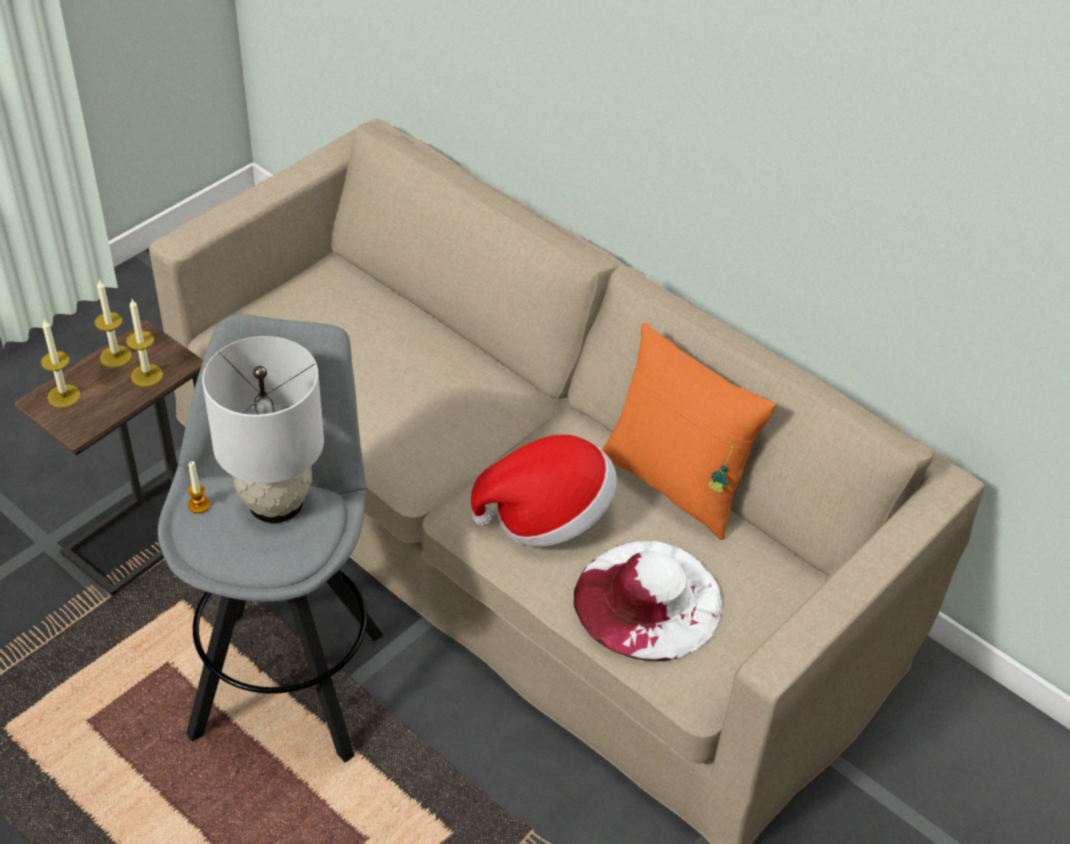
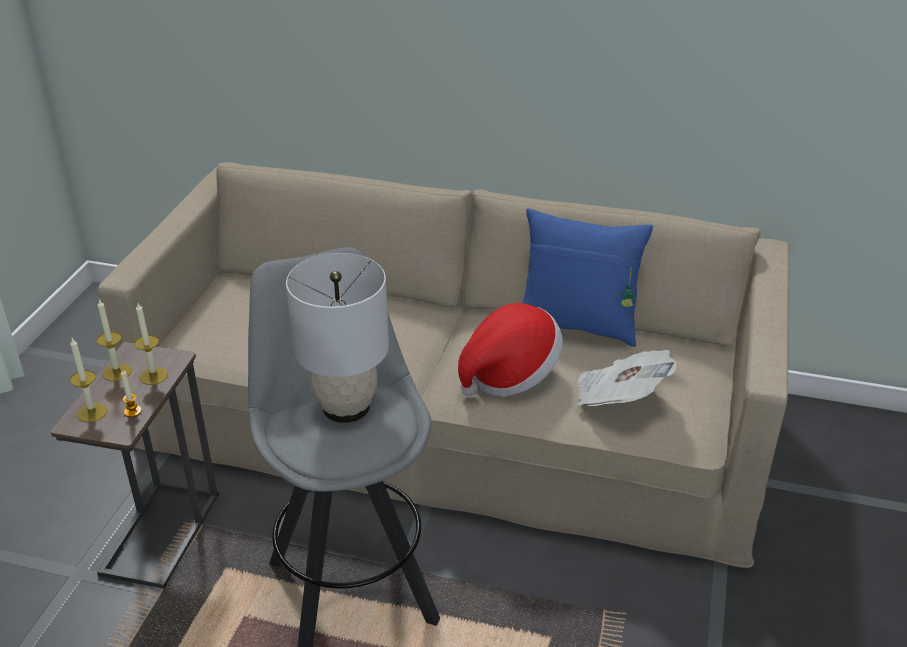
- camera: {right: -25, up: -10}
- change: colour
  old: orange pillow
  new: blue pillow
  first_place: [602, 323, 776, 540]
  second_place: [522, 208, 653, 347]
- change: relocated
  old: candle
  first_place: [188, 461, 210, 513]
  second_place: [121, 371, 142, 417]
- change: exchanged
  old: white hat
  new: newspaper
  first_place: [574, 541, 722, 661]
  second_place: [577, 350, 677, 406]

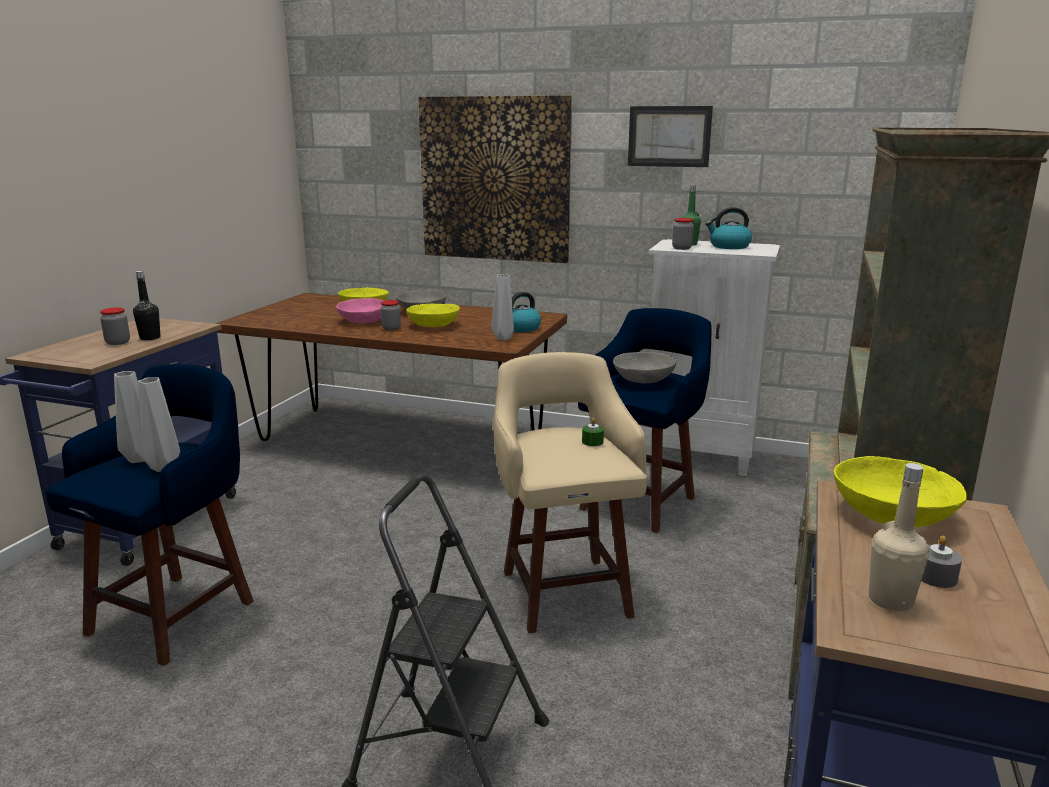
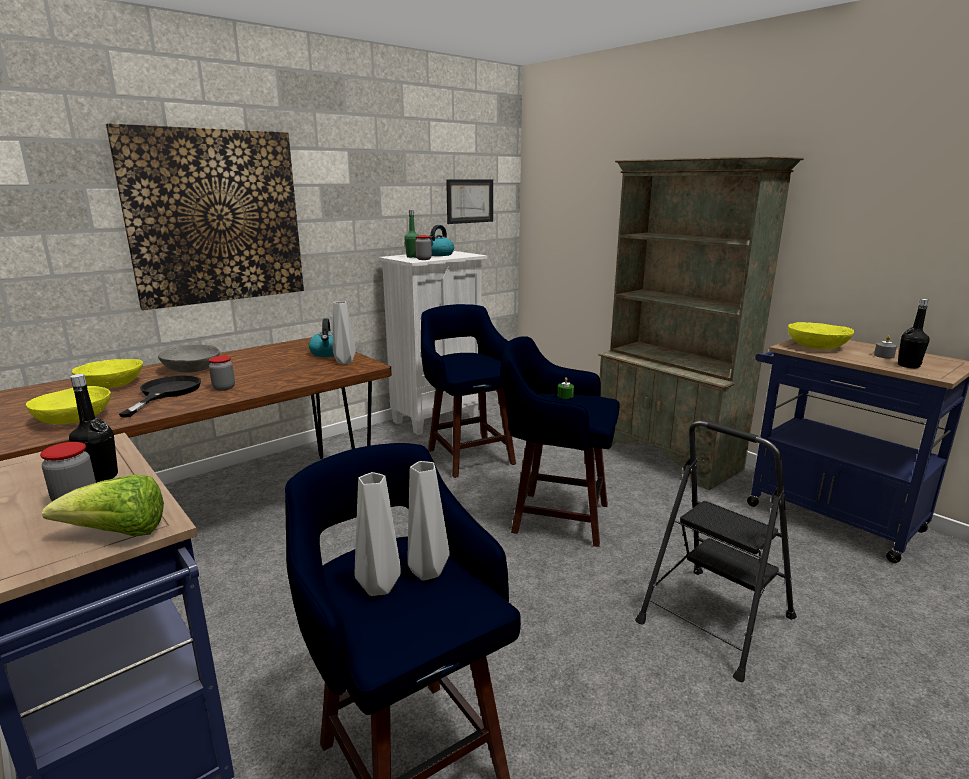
- camera: {right: -60, up: 0}
- change: relocated
  old: picture
  first_place: [628, 106, 713, 167]
  second_place: [446, 179, 493, 224]
- change: exchanged
  old: pink bowl
  new: black frying pan
  first_place: [336, 298, 384, 324]
  second_place: [119, 375, 201, 417]
- change: relocated
  old: yellow bowl
  first_place: [407, 304, 460, 327]
  second_place: [26, 386, 111, 424]
- change: colour
  old: beige stool
  new: blue stool
  first_place: [493, 352, 647, 633]
  second_place: [501, 336, 620, 547]
- change: missing
  old: grey bowl
  first_place: [613, 352, 676, 383]
- change: colour
  old: beige bottle
  new: black bottle
  first_place: [869, 463, 929, 612]
  second_place: [898, 299, 929, 368]
- change: appeared
  new: lettuce
  second_place: [42, 474, 164, 536]

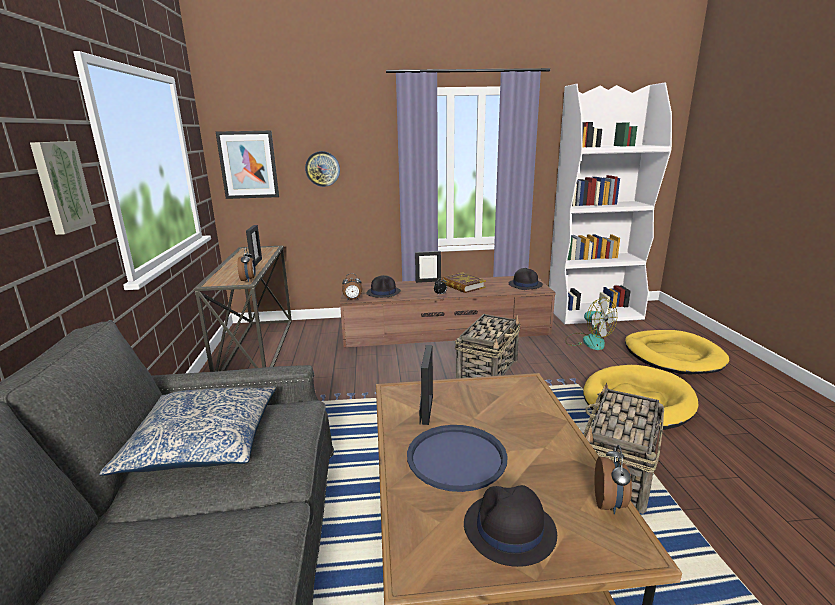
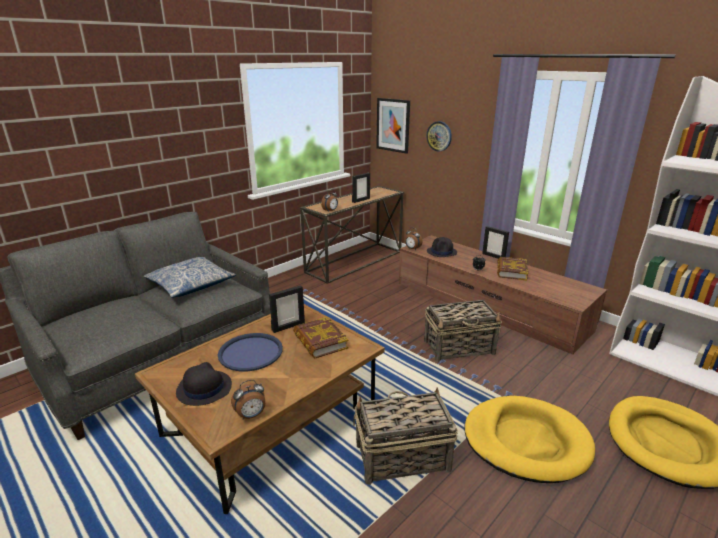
- camera: {right: 50, up: 5}
- change: missing
  old: picture
  first_place: [30, 141, 96, 235]
- change: missing
  old: black hat
  first_place: [509, 268, 543, 290]
- change: missing
  old: fan
  first_place: [565, 297, 617, 350]
- change: appeared
  new: book
  second_place: [293, 317, 349, 359]

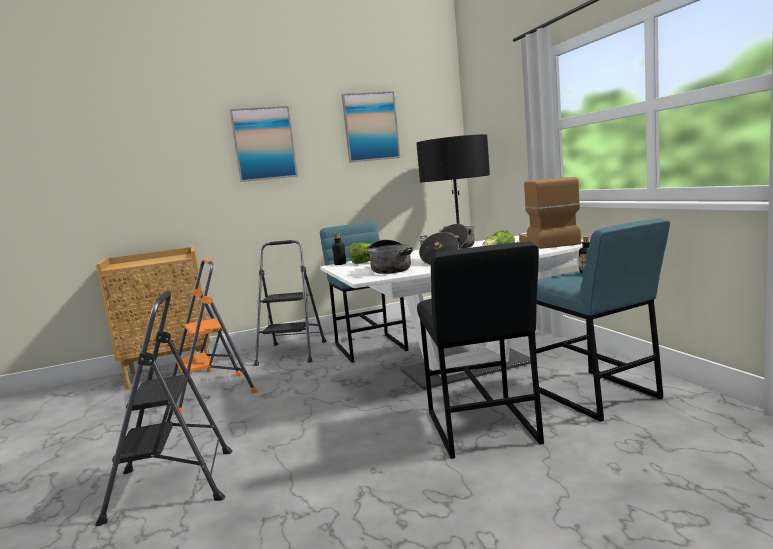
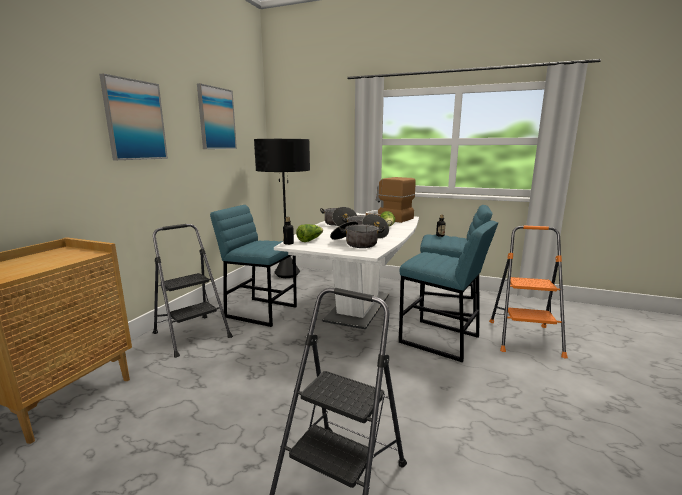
- camera: {right: -50, up: 5}
- change: colour
  old: black stool
  new: blue stool
  first_place: [417, 242, 544, 459]
  second_place: [399, 220, 498, 362]
- change: relocated
  old: orange step ladder
  first_place: [172, 258, 258, 413]
  second_place: [489, 225, 568, 359]

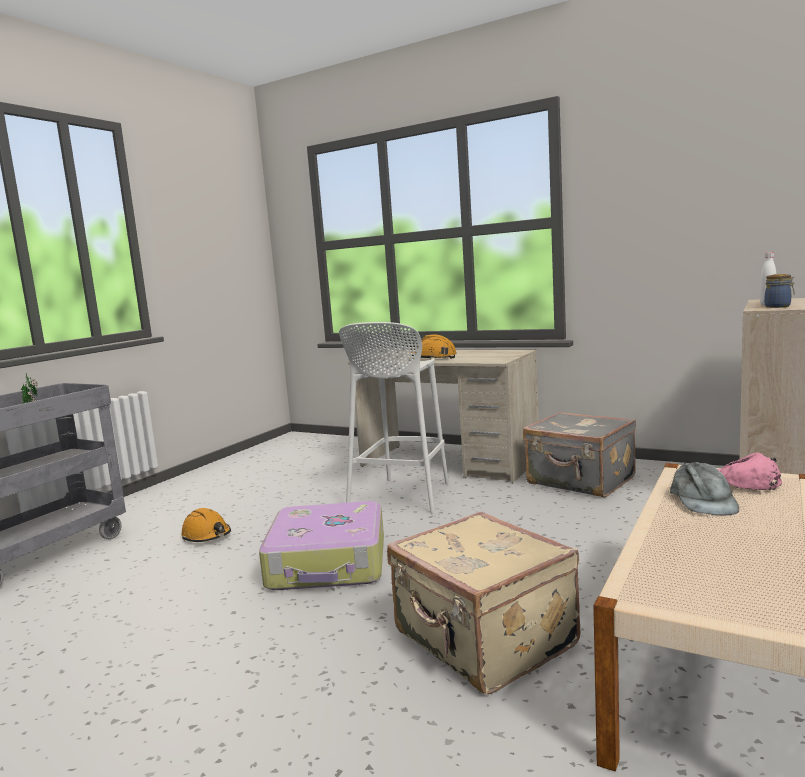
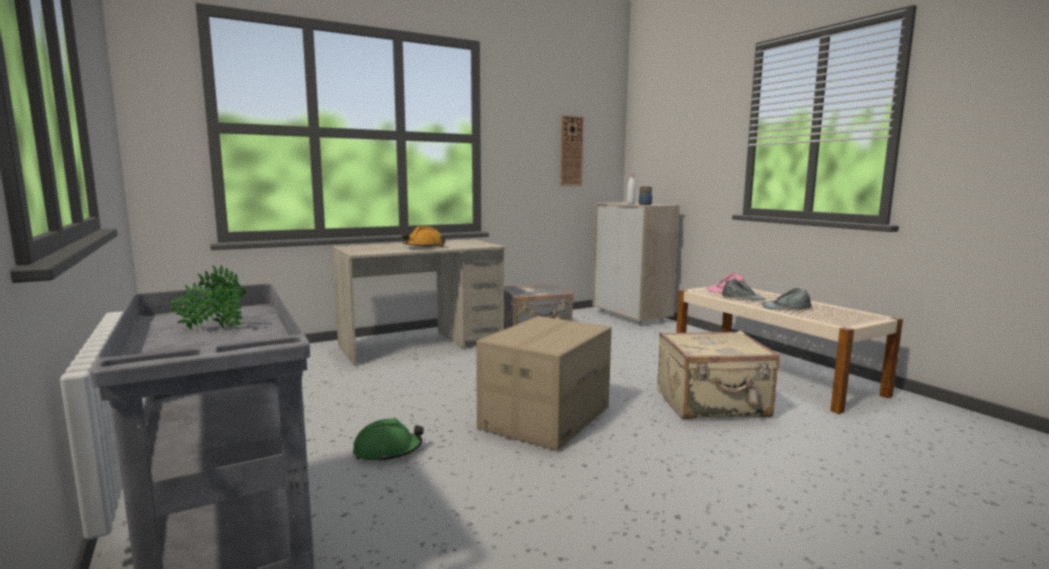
- camera: {right: -60, up: 0}
- change: missing
  old: white stool
  first_place: [339, 322, 449, 513]
- change: exchanged
  old: suitcase
  new: cardboard box
  first_place: [259, 501, 384, 590]
  second_place: [476, 316, 612, 451]
- change: colour
  old: orange hard hat
  new: green hard hat
  first_place: [181, 508, 231, 542]
  second_place: [353, 418, 424, 462]
- change: appeared
  new: wall clock
  second_place: [560, 115, 584, 186]
- change: appeared
  new: grey cap
  second_place: [762, 288, 811, 309]

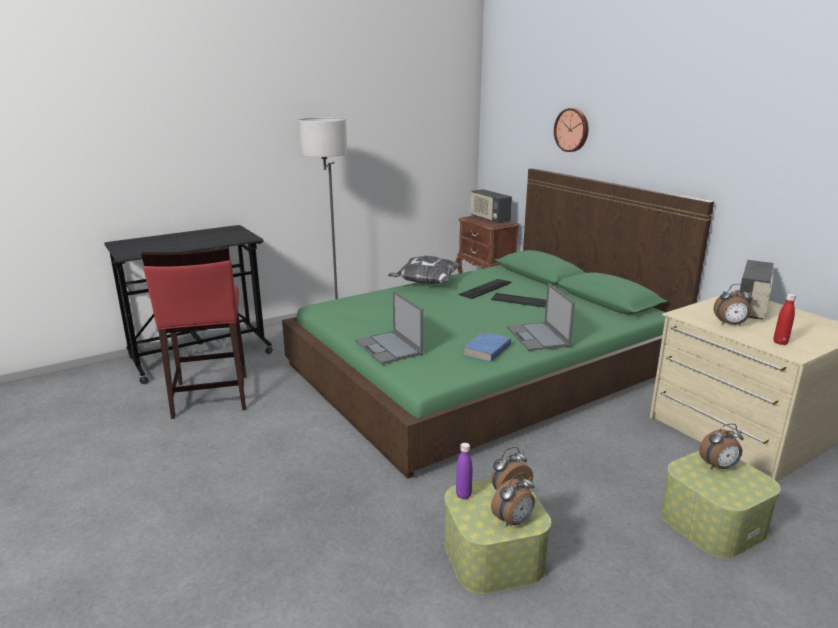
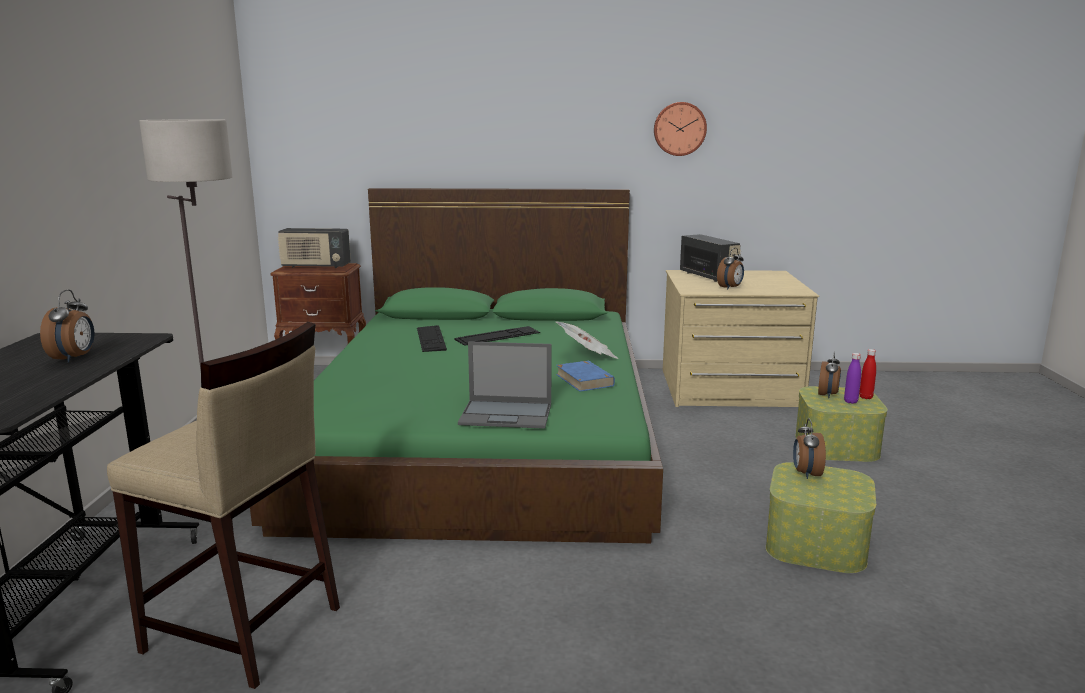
- camera: {right: -55, up: -5}
- change: relocated
  old: wall clock
  first_place: [554, 108, 588, 152]
  second_place: [654, 102, 707, 156]
- change: colour
  old: red stool
  new: beige stool
  first_place: [141, 247, 247, 419]
  second_place: [107, 322, 340, 689]
- change: missing
  old: pillow
  first_place: [388, 256, 462, 284]
- change: exchanged
  old: laptop
  new: newspaper
  first_place: [507, 283, 575, 351]
  second_place: [555, 321, 619, 359]
- change: relocated
  old: red bottle
  first_place: [774, 294, 796, 345]
  second_place: [859, 349, 876, 399]
- change: relocated
  old: purple bottle
  first_place: [456, 443, 473, 499]
  second_place: [844, 353, 861, 404]
- change: relocated
  old: alarm clock
  first_place: [491, 472, 535, 527]
  second_place: [40, 290, 95, 363]

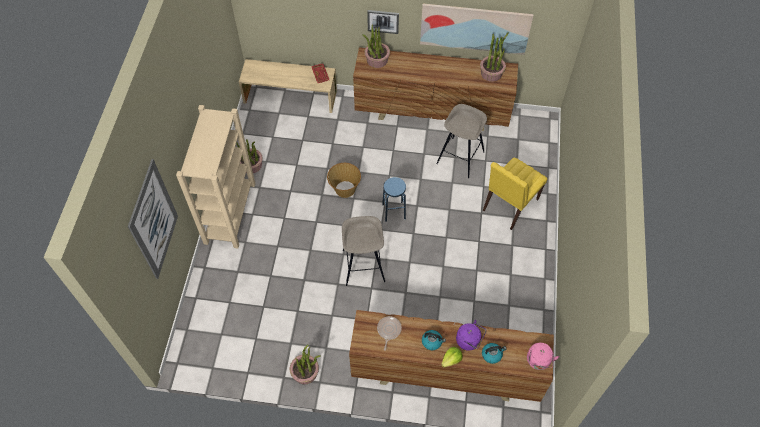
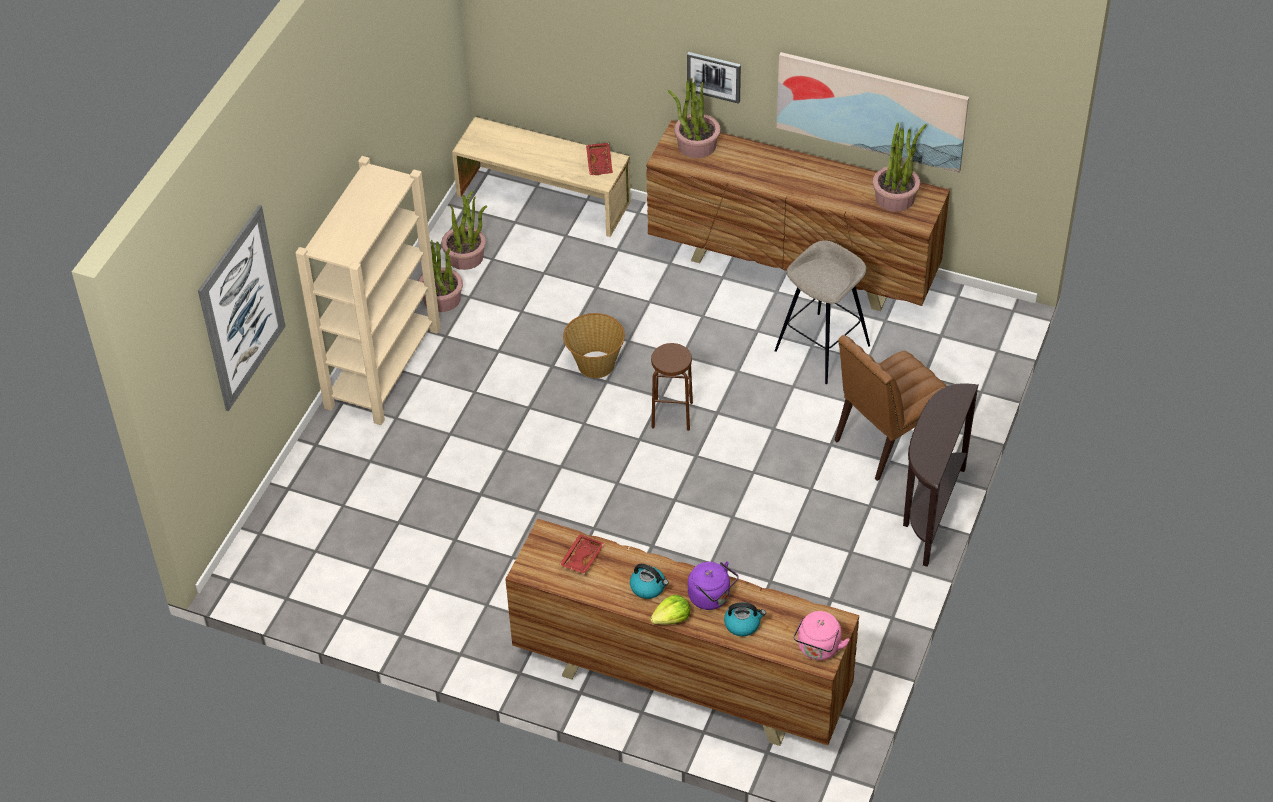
- camera: {right: 15, up: -10}
- change: colour
  old: yellow chair
  new: brown chair
  first_place: [483, 158, 548, 230]
  second_place: [834, 335, 946, 481]
- change: colour
  old: blue stool
  new: brown stool
  first_place: [382, 177, 406, 221]
  second_place: [651, 343, 693, 431]
- change: missing
  old: grey stool
  first_place: [342, 216, 385, 286]
- change: exchanged
  old: frying pan
  new: red tray
  first_place: [377, 316, 402, 351]
  second_place: [559, 534, 605, 574]
- change: relocated
  old: potted plant
  first_place: [290, 344, 321, 384]
  second_place: [441, 191, 487, 270]
- change: appeared
  new: brown console table
  second_place: [903, 383, 979, 567]

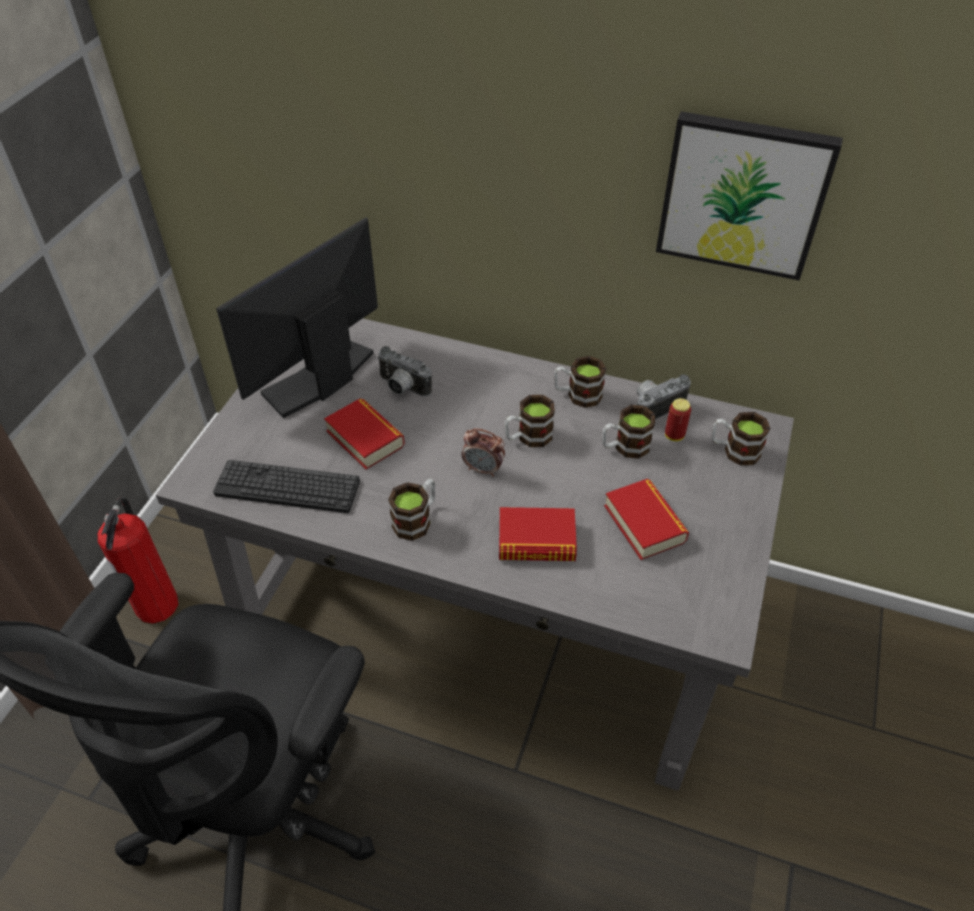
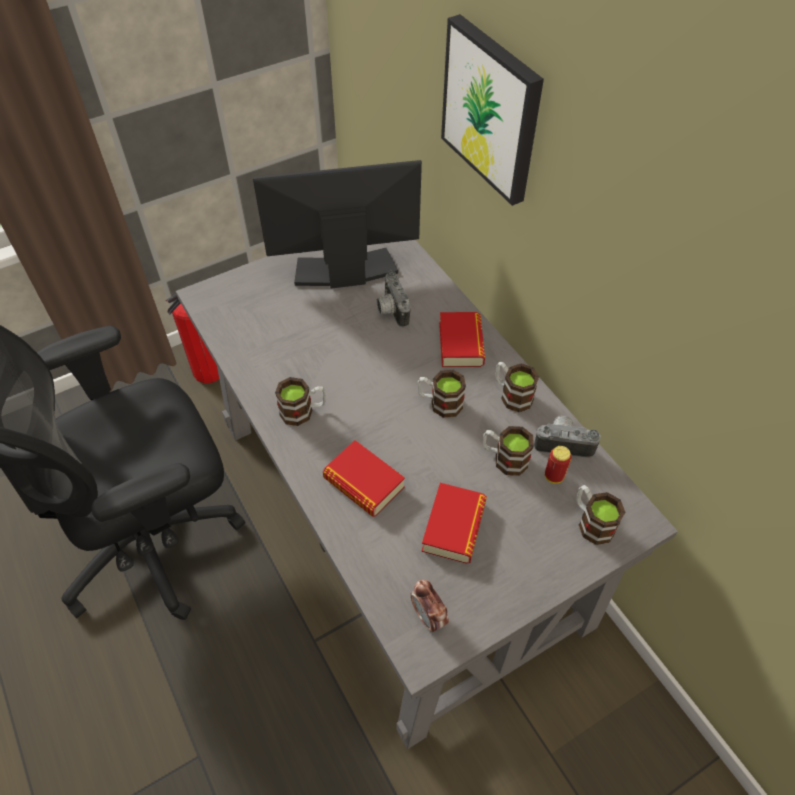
- camera: {right: 40, up: 5}
- change: relocated
  old: picture
  first_place: [656, 111, 843, 280]
  second_place: [441, 14, 544, 206]
- change: relocated
  old: book
  first_place: [324, 398, 405, 470]
  second_place: [439, 312, 485, 367]
- change: relocated
  old: alarm clock
  first_place: [462, 428, 505, 477]
  second_place: [411, 580, 449, 632]
- change: missing
  old: keyboard
  first_place: [213, 460, 360, 513]

